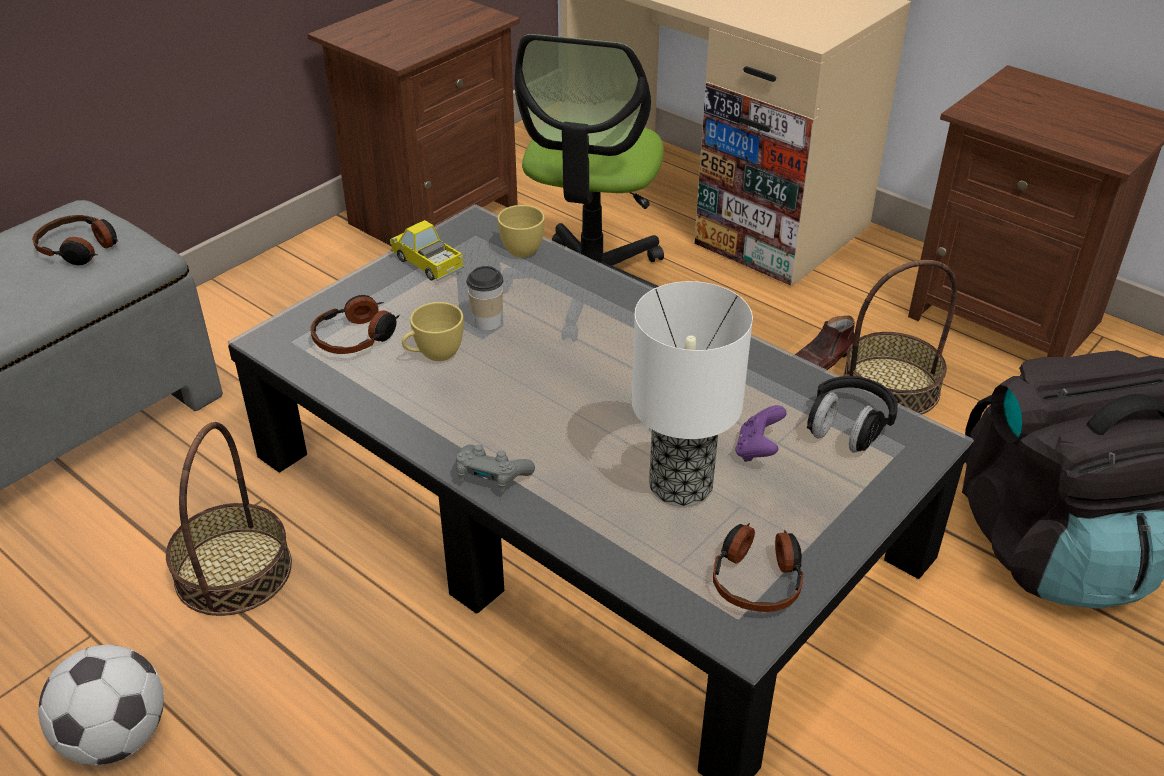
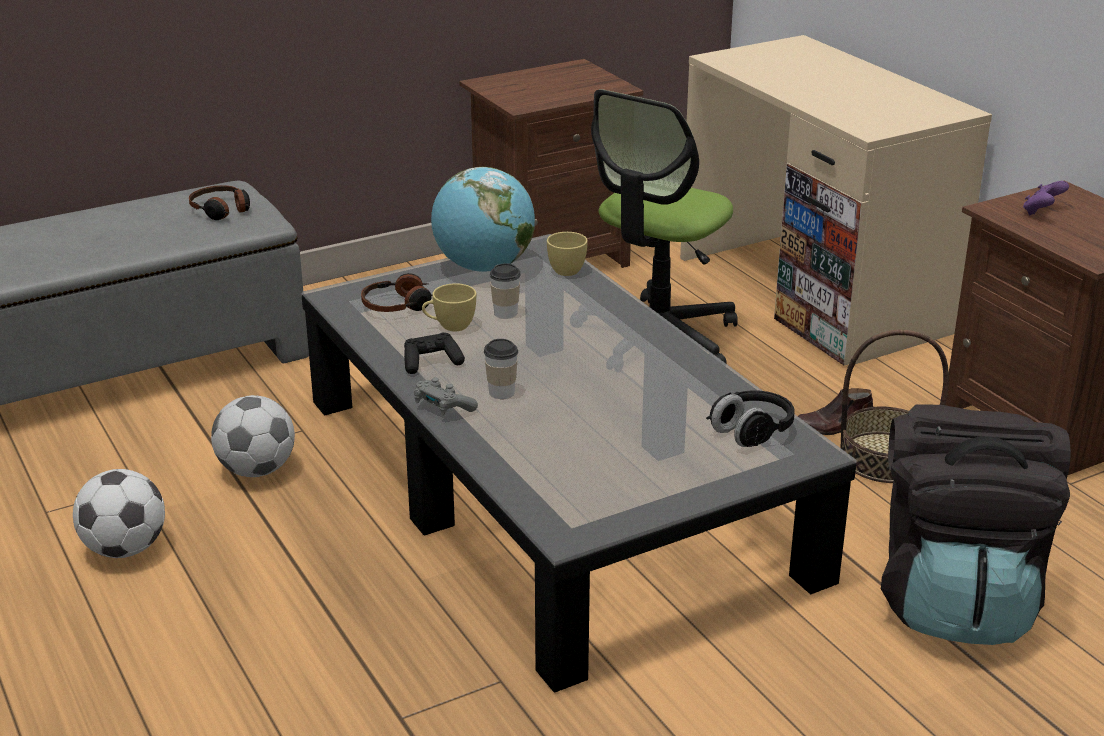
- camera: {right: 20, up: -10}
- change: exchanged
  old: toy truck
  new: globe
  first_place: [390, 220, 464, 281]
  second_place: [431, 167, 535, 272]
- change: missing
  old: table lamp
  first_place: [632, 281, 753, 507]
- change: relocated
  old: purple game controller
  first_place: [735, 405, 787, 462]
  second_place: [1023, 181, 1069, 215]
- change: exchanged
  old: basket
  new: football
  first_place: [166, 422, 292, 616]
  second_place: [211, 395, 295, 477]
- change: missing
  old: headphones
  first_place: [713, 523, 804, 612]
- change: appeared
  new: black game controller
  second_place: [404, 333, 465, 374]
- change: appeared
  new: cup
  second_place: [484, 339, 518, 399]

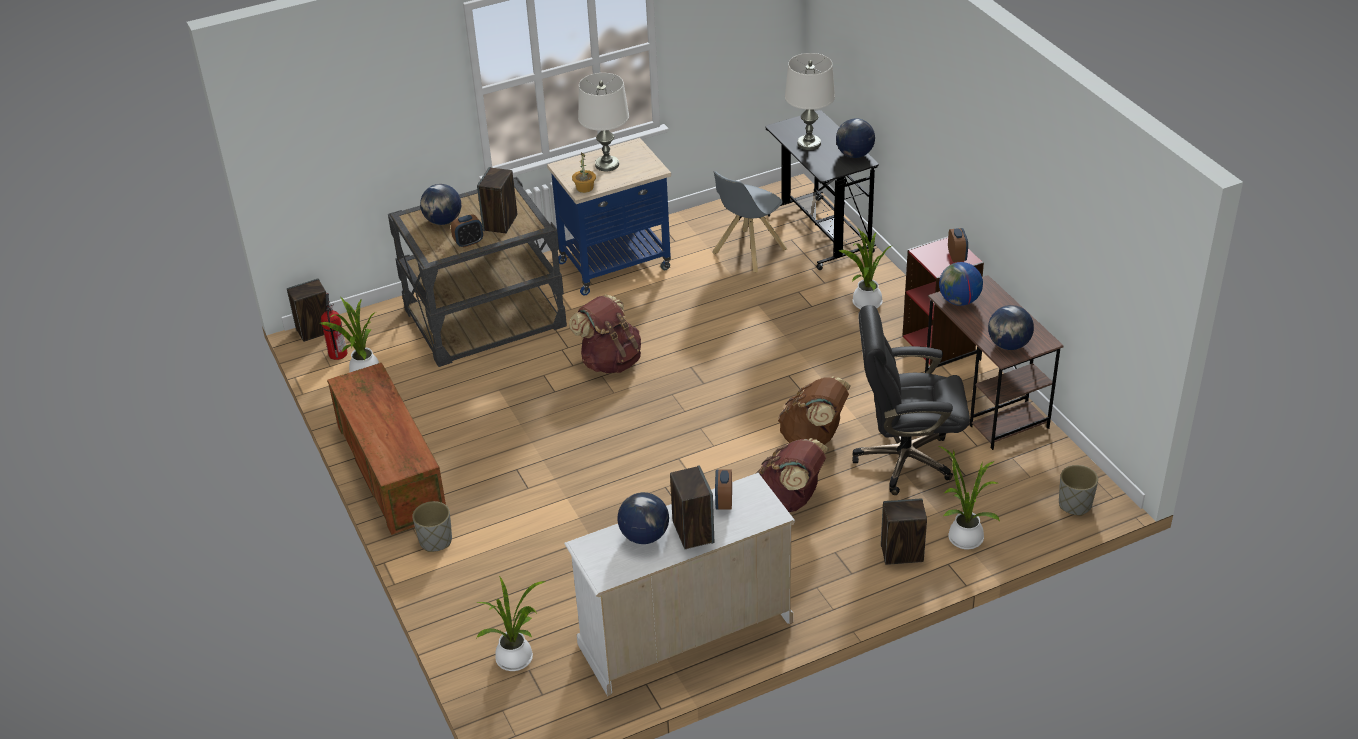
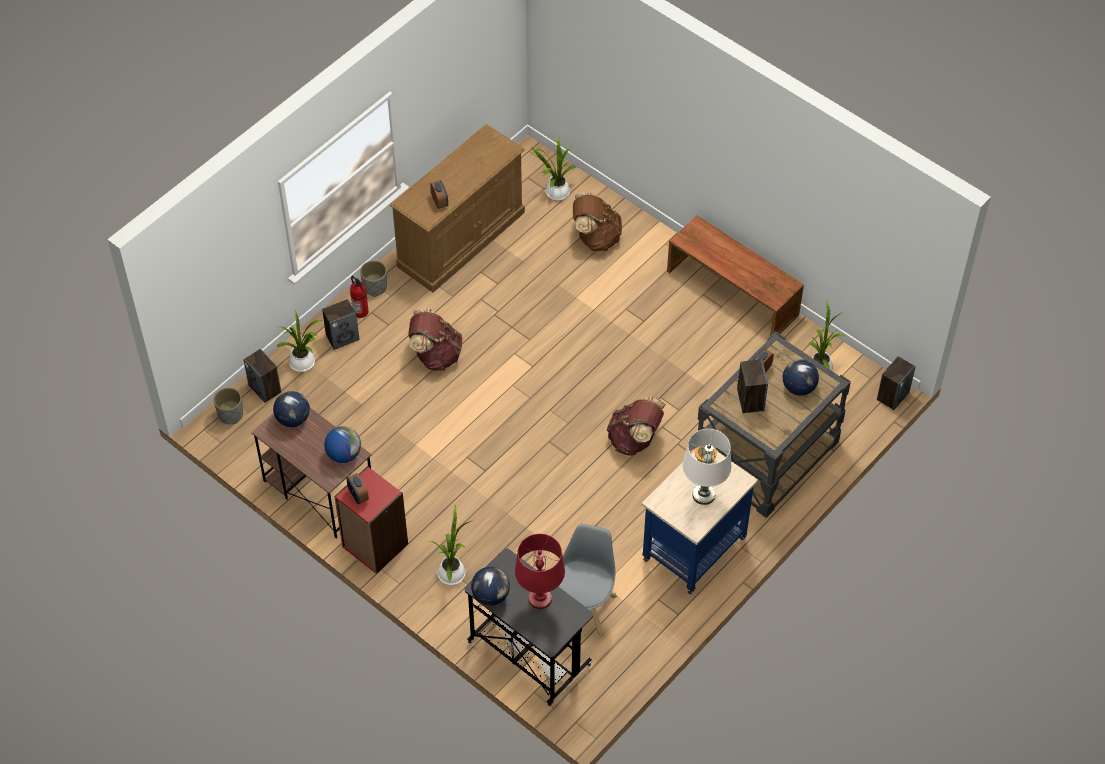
- camera: {right: 155, up: 15}
- change: colour
  old: white table lamp
  new: red table lamp
  first_place: [785, 53, 835, 150]
  second_place: [515, 534, 565, 609]
- change: relocated
  old: fire extinguisher
  first_place: [321, 293, 347, 360]
  second_place: [350, 276, 369, 318]
- change: missing
  old: black office chair
  first_place: [852, 305, 970, 495]
- change: relocated
  old: brown backpack
  first_place: [778, 376, 850, 445]
  second_place: [573, 192, 622, 251]
- change: relocated
  old: speaker
  first_place: [670, 465, 714, 549]
  second_place: [243, 349, 281, 403]
- change: colour
  old: white cabinet
  new: brown cabinet
  first_place: [564, 473, 795, 696]
  second_place: [390, 124, 525, 293]
- change: missing
  old: globe
  first_place: [618, 492, 669, 544]
- change: relocated
  old: grey planter
  first_place: [412, 501, 452, 552]
  second_place: [360, 260, 387, 297]

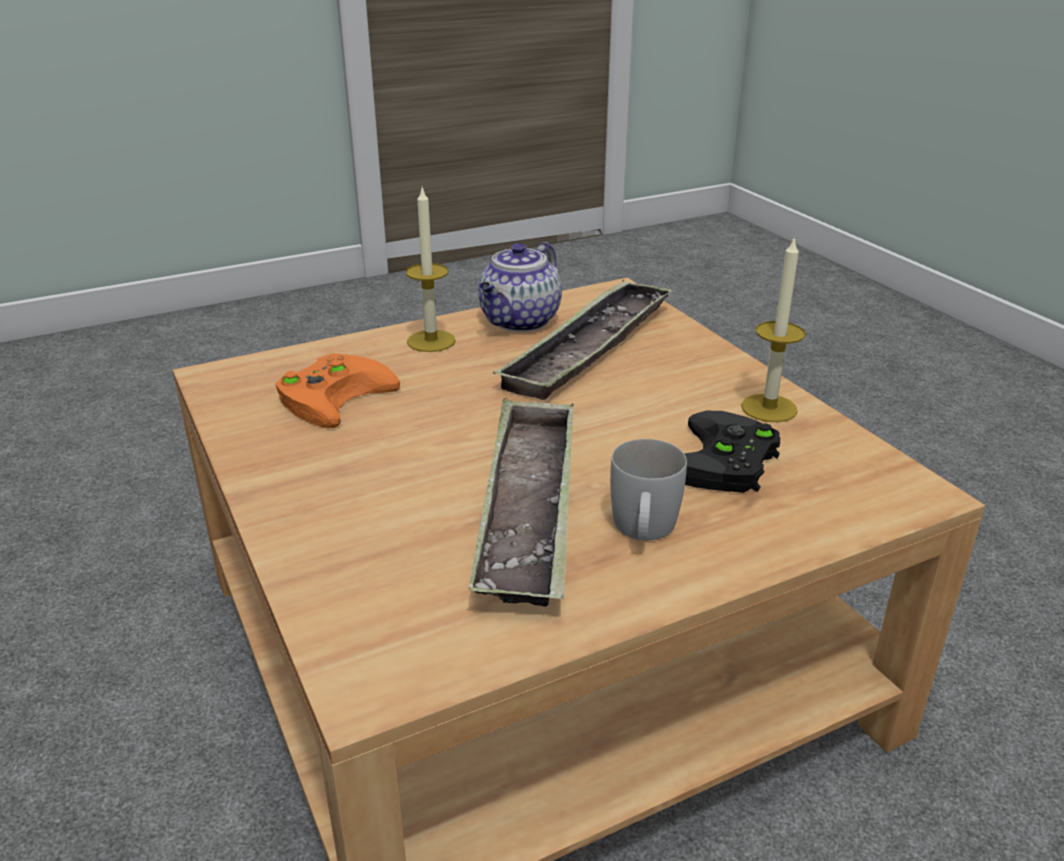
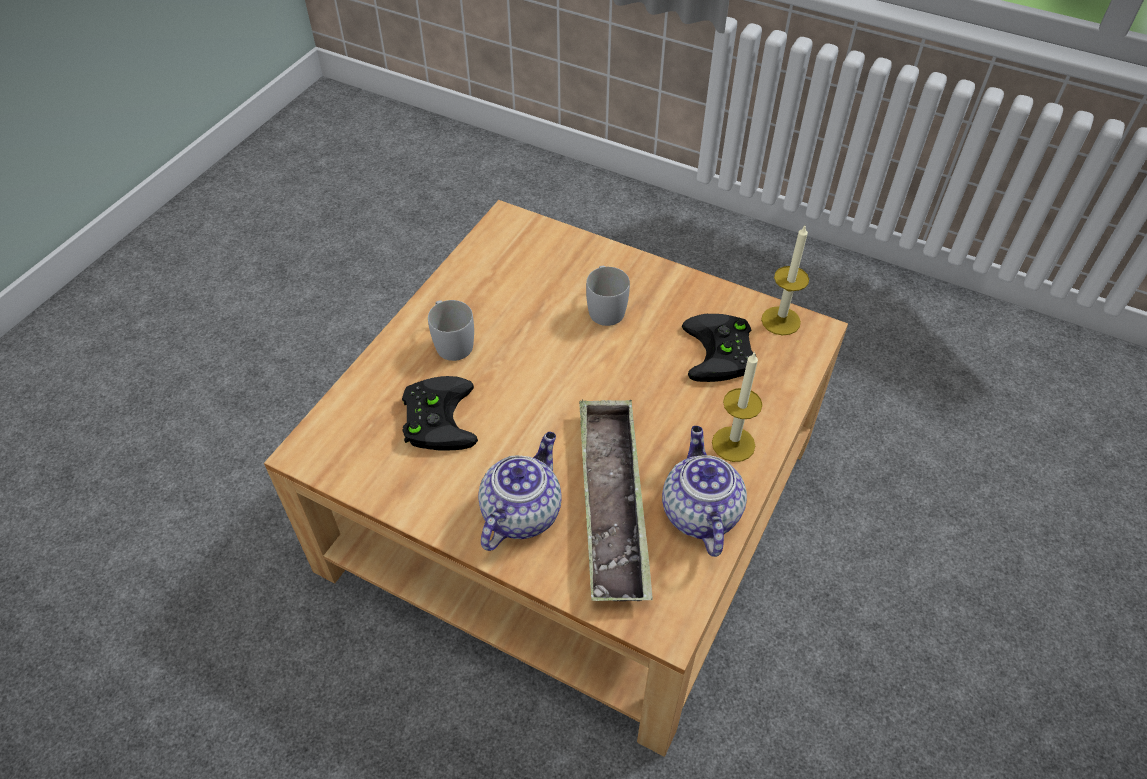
- camera: {right: 145, up: 20}
- change: relocated
  old: candle
  first_place: [741, 236, 806, 422]
  second_place: [761, 224, 809, 335]
- change: colour
  old: orange game controller
  new: black game controller
  first_place: [275, 353, 400, 428]
  second_place: [682, 314, 756, 382]
- change: missing
  old: tray
  first_place: [469, 398, 573, 607]
- change: appeared
  new: white mug
  second_place: [586, 266, 630, 326]
- change: appeared
  new: teapot
  second_place: [478, 432, 562, 551]

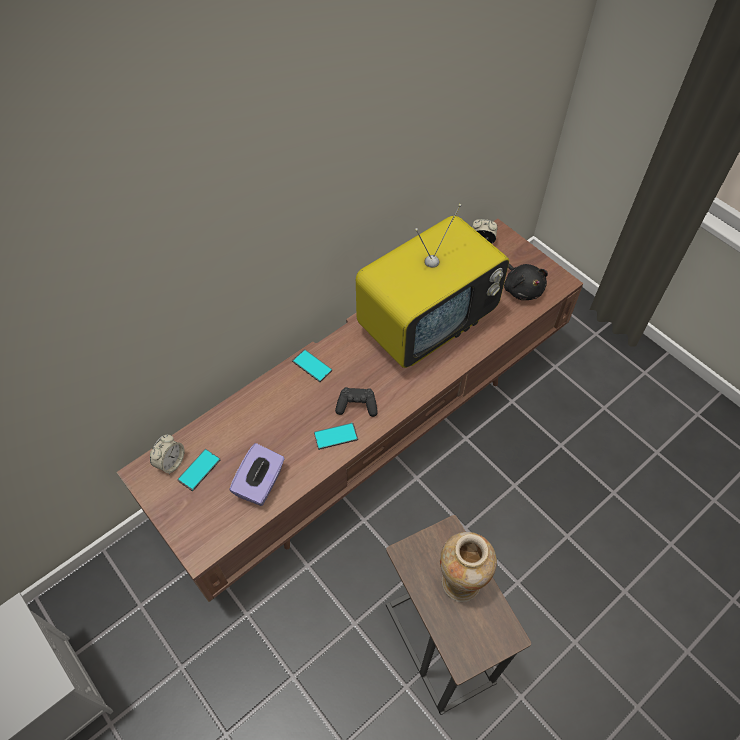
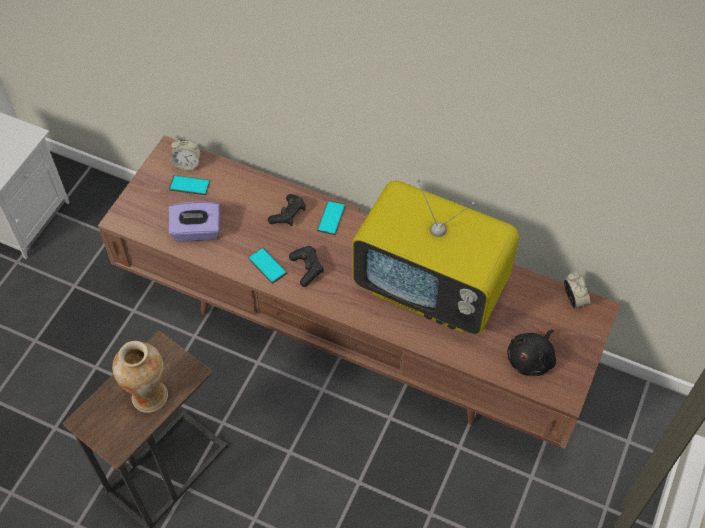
- camera: {right: 65, up: 0}
- change: appeared
  new: black game controller
  second_place: [268, 194, 306, 226]

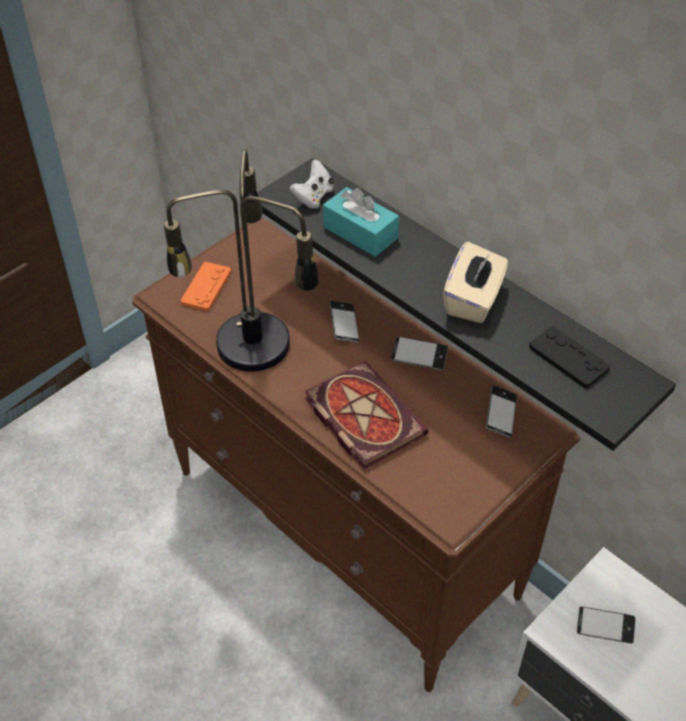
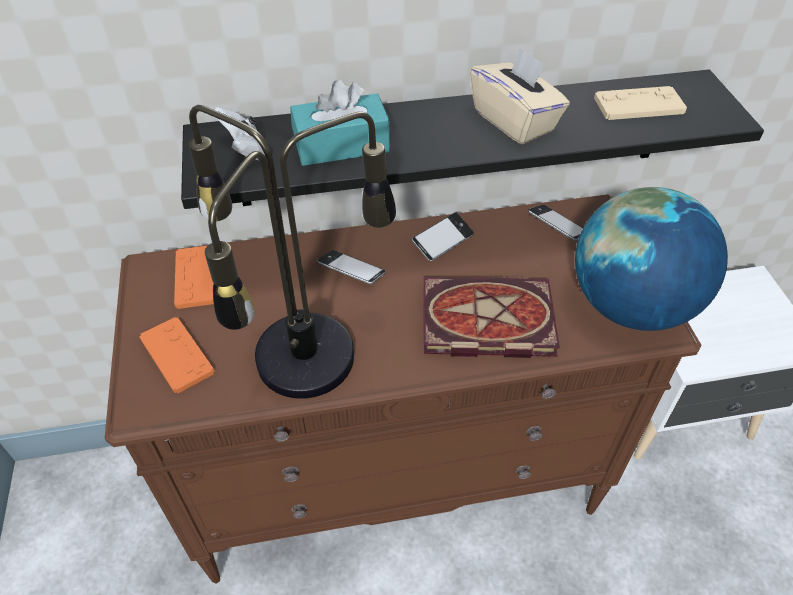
- camera: {right: -55, up: 0}
- change: colour
  old: black game controller
  new: beige game controller
  first_place: [529, 326, 610, 388]
  second_place: [594, 86, 687, 120]
- change: missing
  old: phone
  first_place: [577, 606, 636, 644]
- change: appeared
  new: globe
  second_place: [575, 187, 728, 331]
- change: appeared
  new: orange game controller
  second_place: [174, 246, 214, 309]

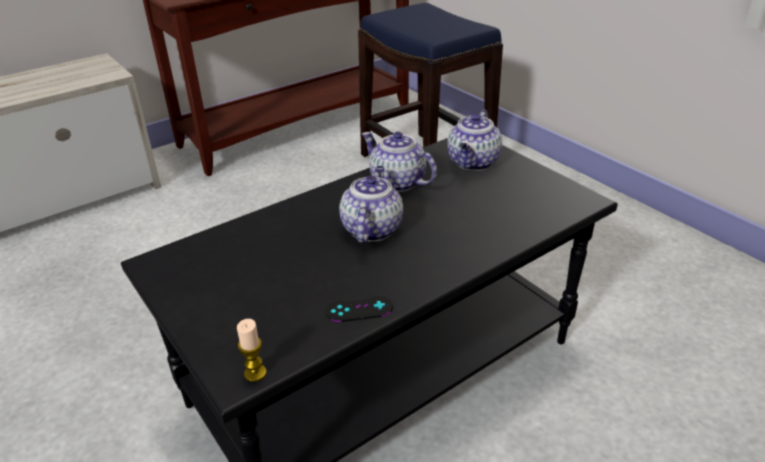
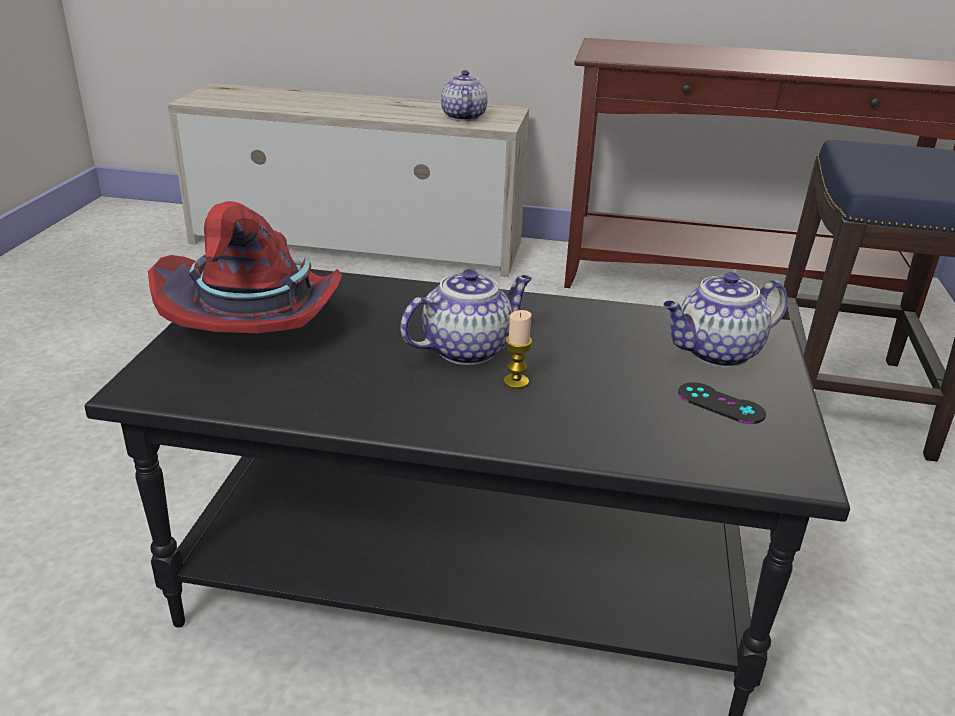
- camera: {right: 45, up: -5}
- change: relocated
  old: teapot
  first_place: [362, 131, 437, 192]
  second_place: [441, 70, 488, 121]
- change: relocated
  old: black game controller
  first_place: [326, 296, 393, 322]
  second_place: [678, 382, 766, 424]
- change: relocated
  old: candle
  first_place: [237, 319, 267, 382]
  second_place: [504, 310, 532, 389]
- change: appeared
  new: red hat
  second_place: [148, 201, 343, 333]

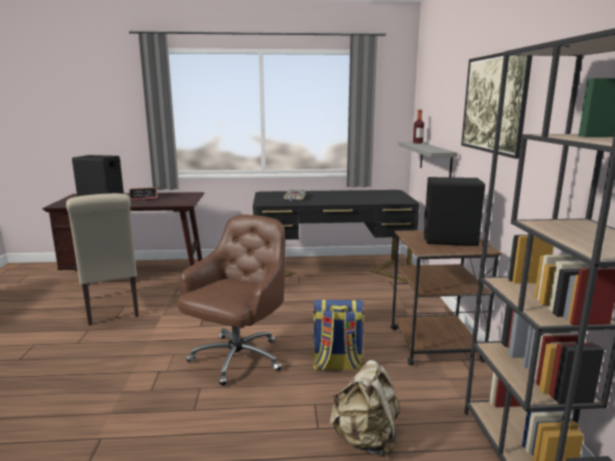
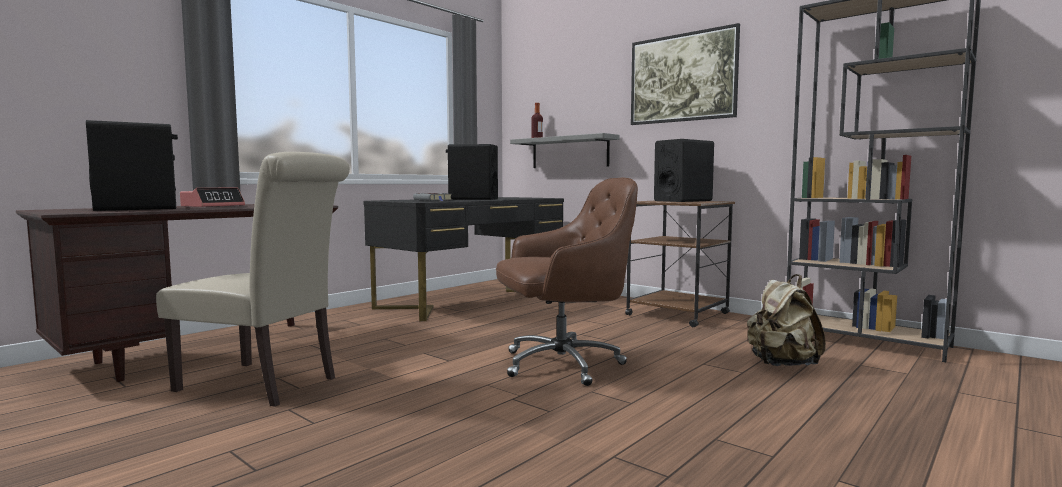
- camera: {right: -45, up: -10}
- change: spun
  old: brown office chair
  first_place: [177, 214, 285, 385]
  second_place: [496, 178, 638, 386]
  degrees: 90
- change: missing
  old: backpack
  first_place: [313, 300, 365, 370]
- change: appeared
  new: black speaker
  second_place: [446, 144, 498, 200]

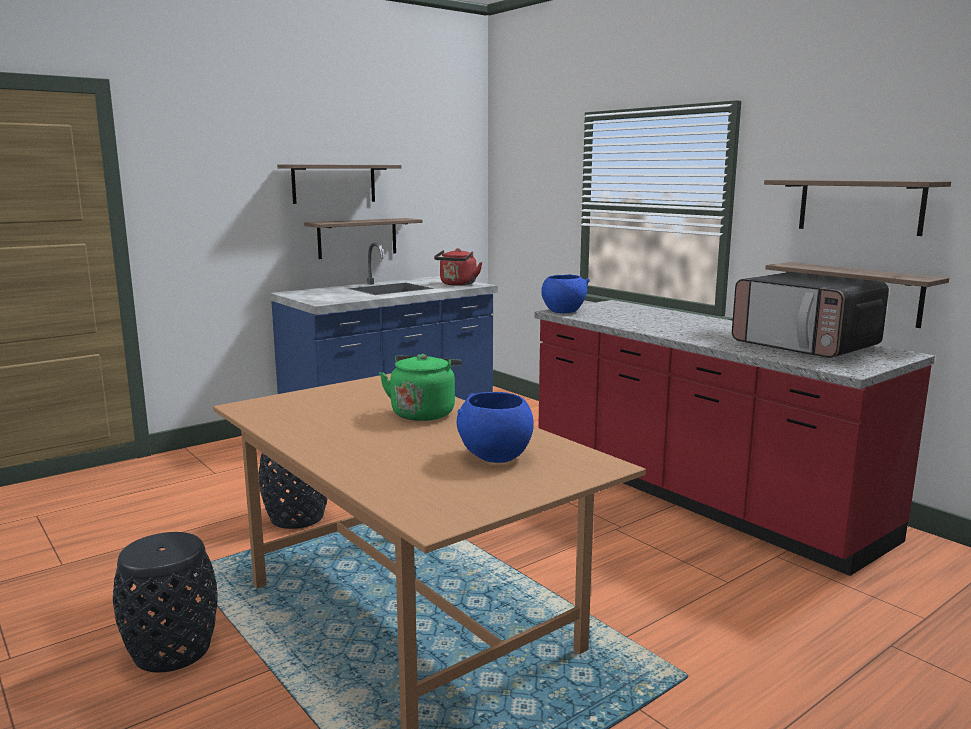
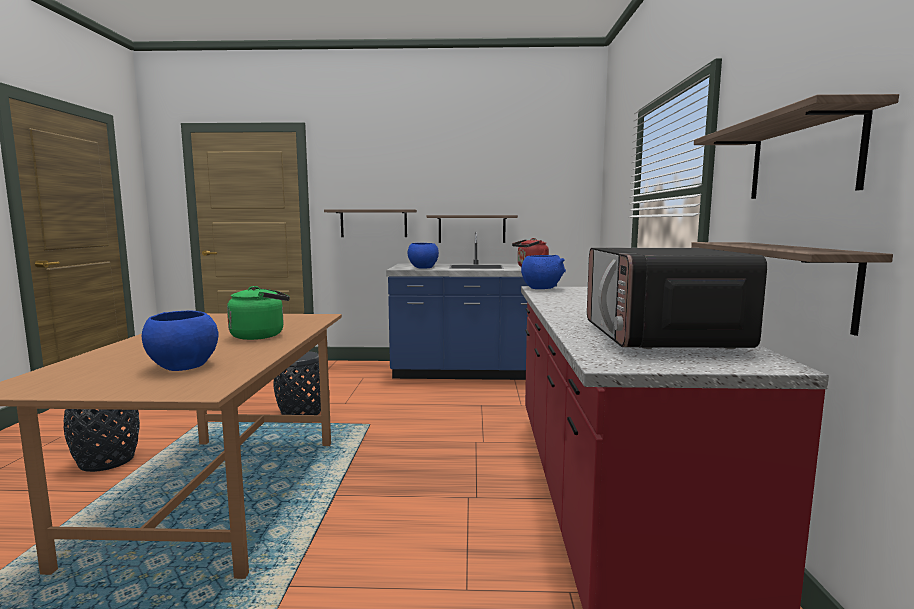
- camera: {right: 40, up: -5}
- change: relocated
  old: shelf
  first_place: [277, 164, 402, 204]
  second_place: [324, 209, 417, 237]
- change: appeared
  new: blue bowl
  second_place: [407, 243, 439, 269]

